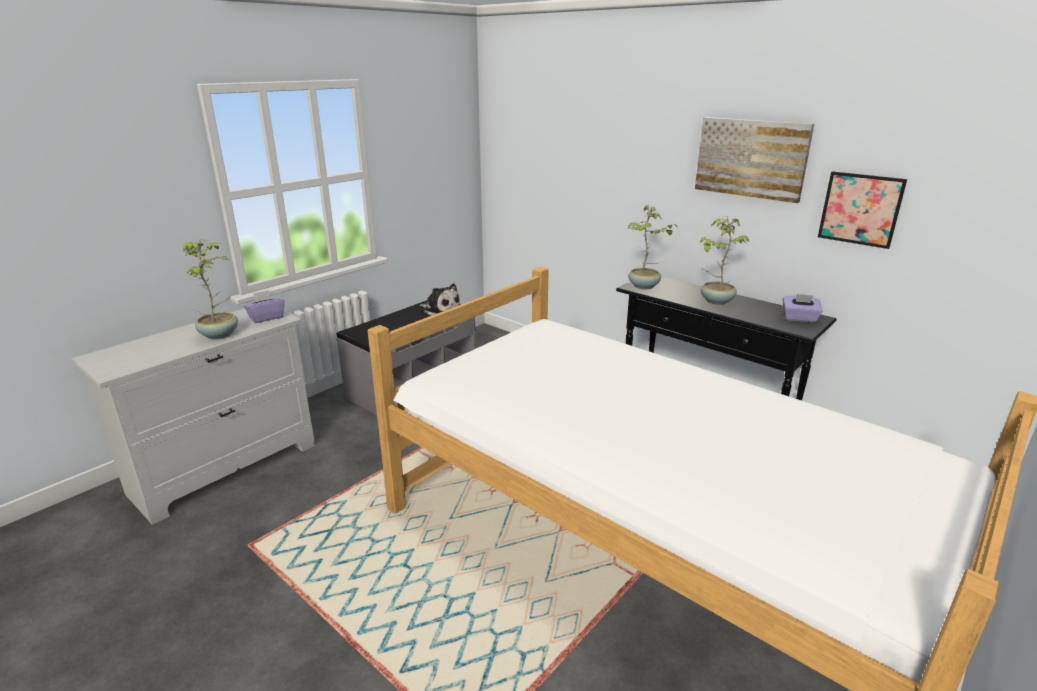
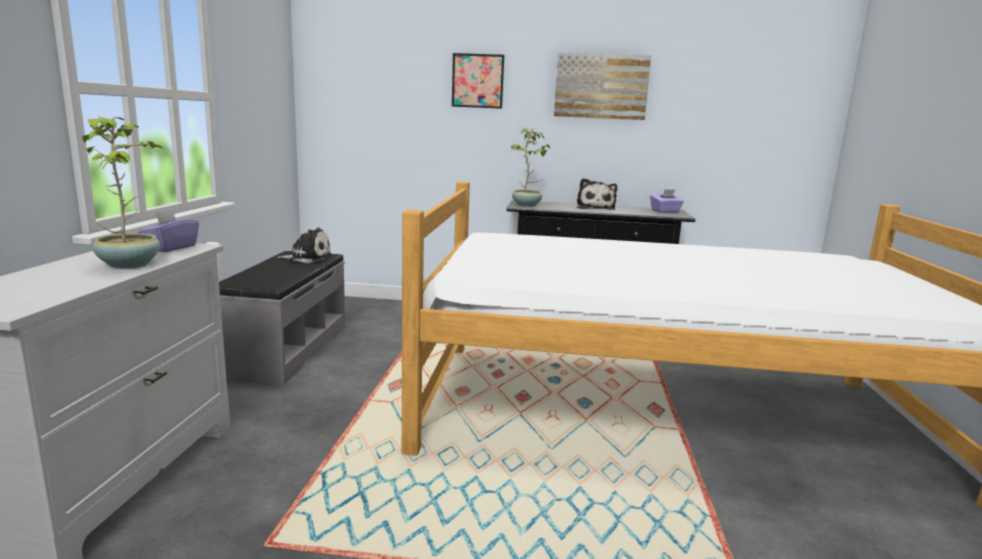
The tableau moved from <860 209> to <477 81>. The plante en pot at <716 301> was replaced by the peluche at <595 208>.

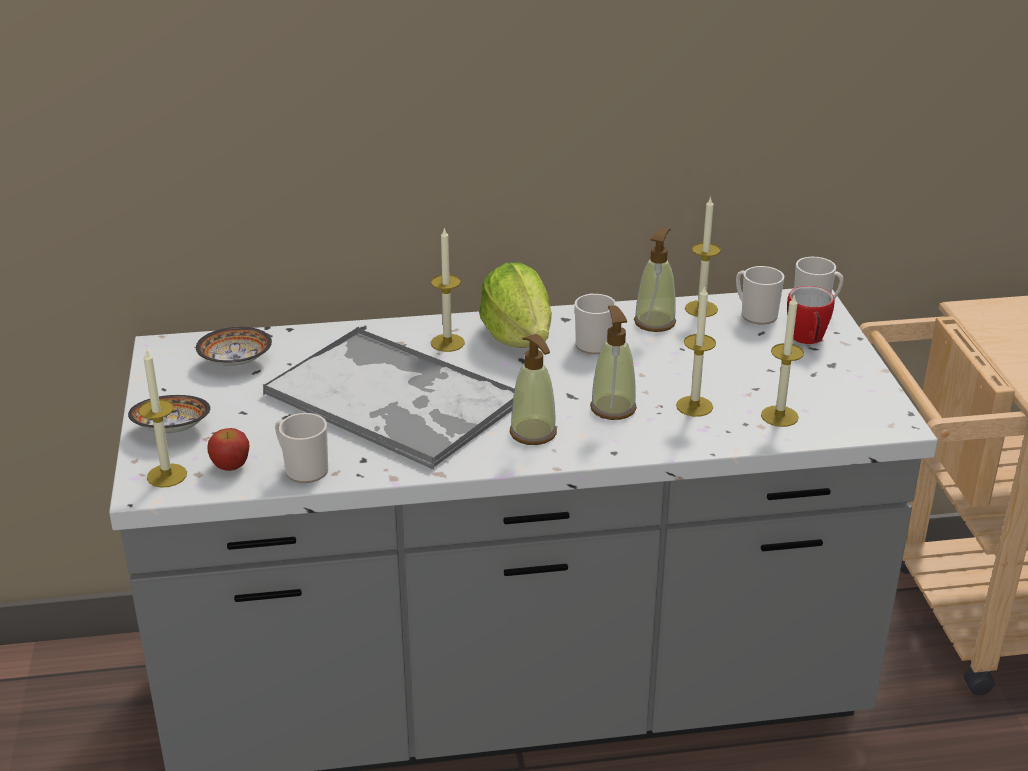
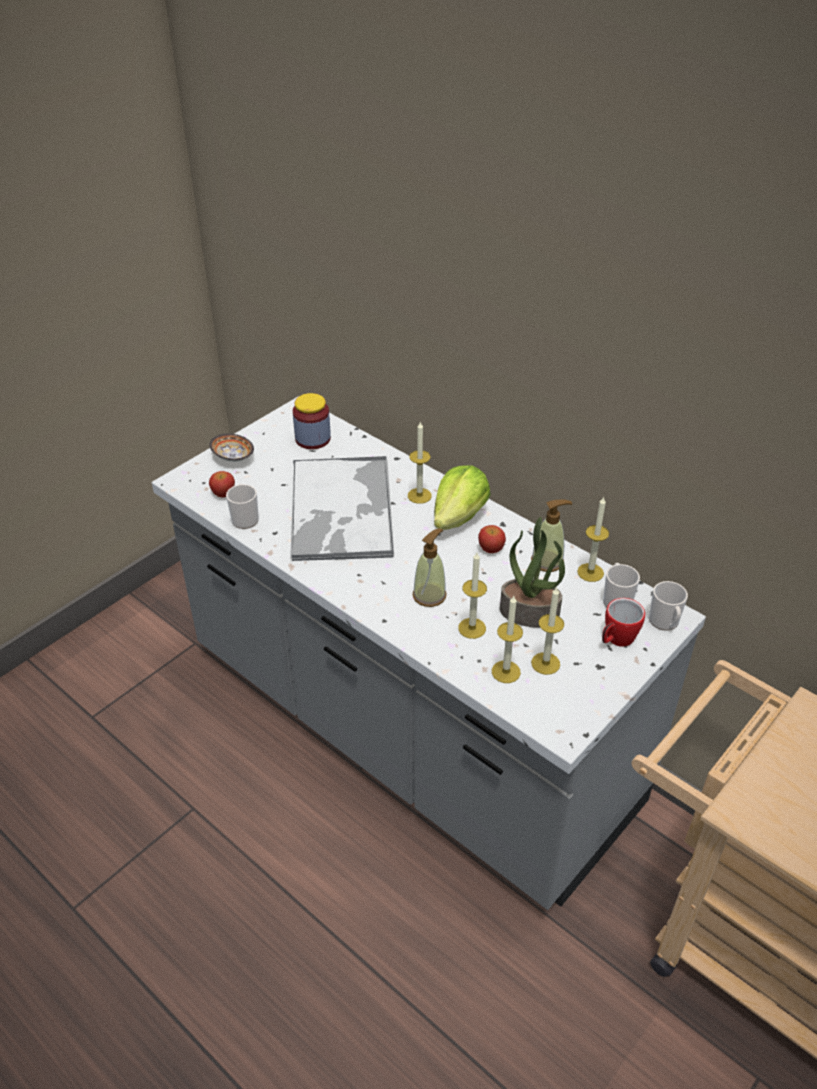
The mug at <593 342> was replaced by the pomme at <490 549>. The bol at <236 362> was replaced by the bocal at <313 439>. The distributeur de savon at <533 433> disappeared. The bougie moved from <167 475> to <545 663>. The plante en pot at <530 612> appeared.

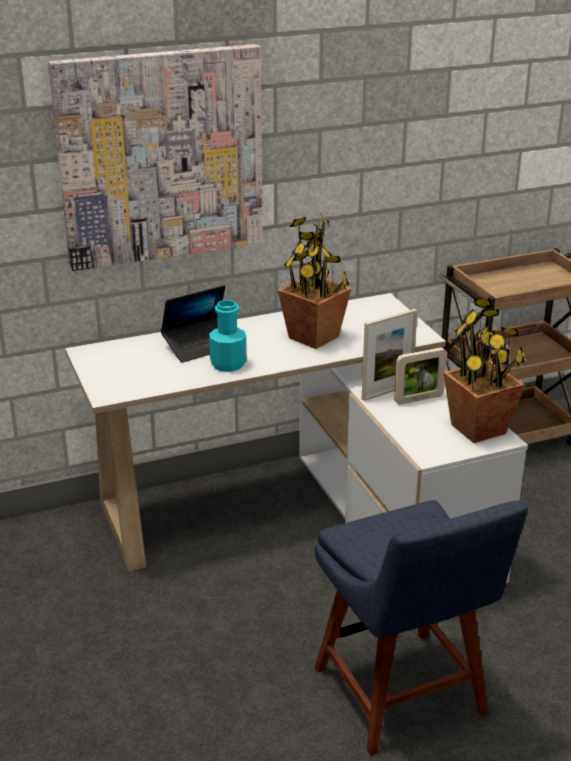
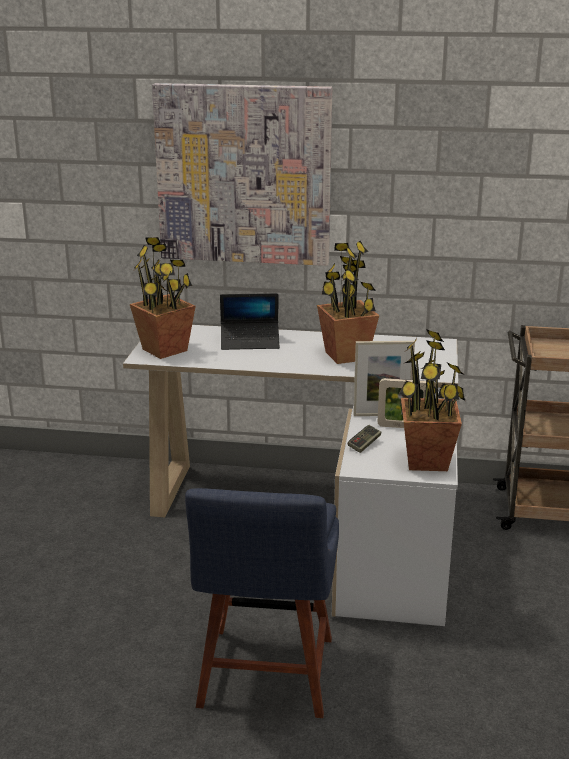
The bouteille [turquoise] at <228 364> disappeared. The plante en pot at <165 350> appeared. The manette at <364 444> appeared.

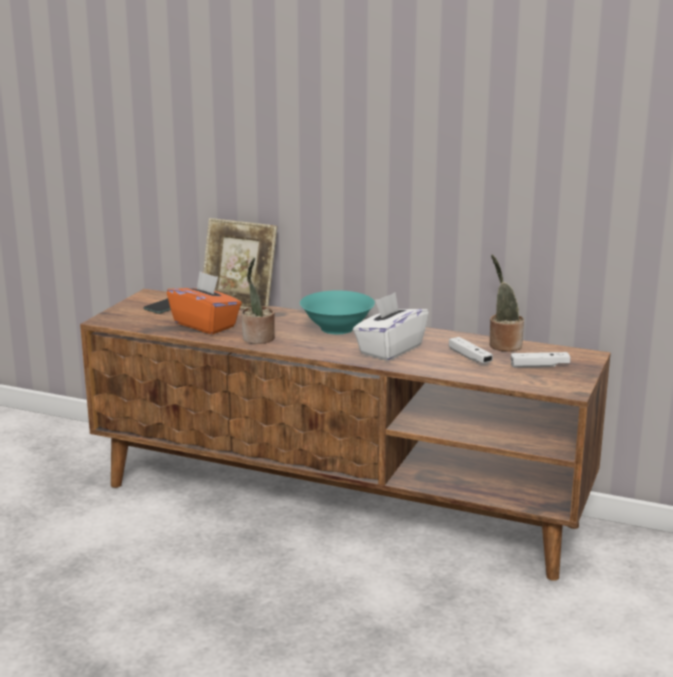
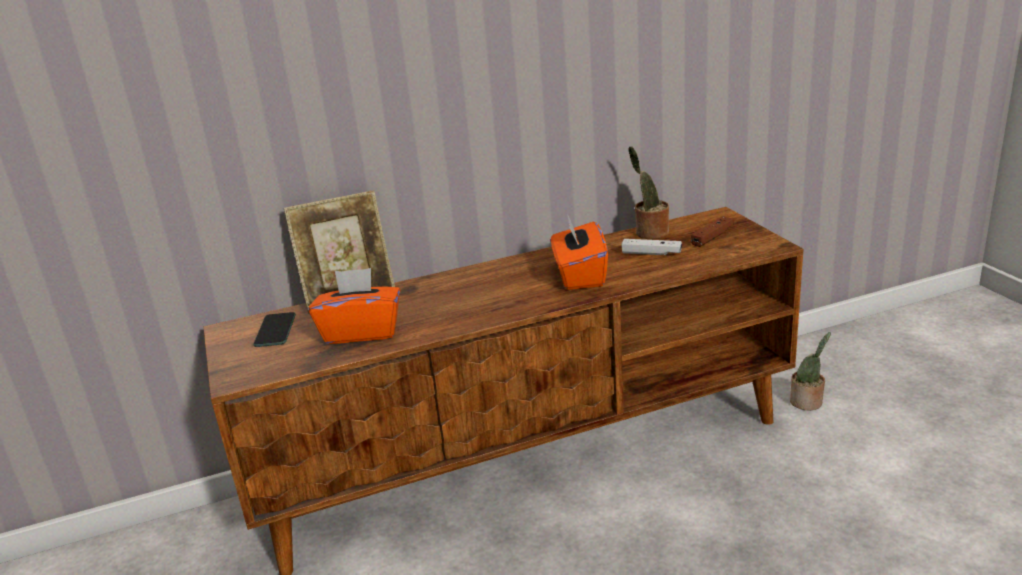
The plante en pot moved from <258 339> to <808 403>. The bol [turquoise] at <336 328> disappeared. The boîte à mouchoirs [blanc] at <390 349> became the boîte à mouchoirs [orange] at <579 276>. The manette [blanc] at <539 366> became the manette [marron] at <712 237>.

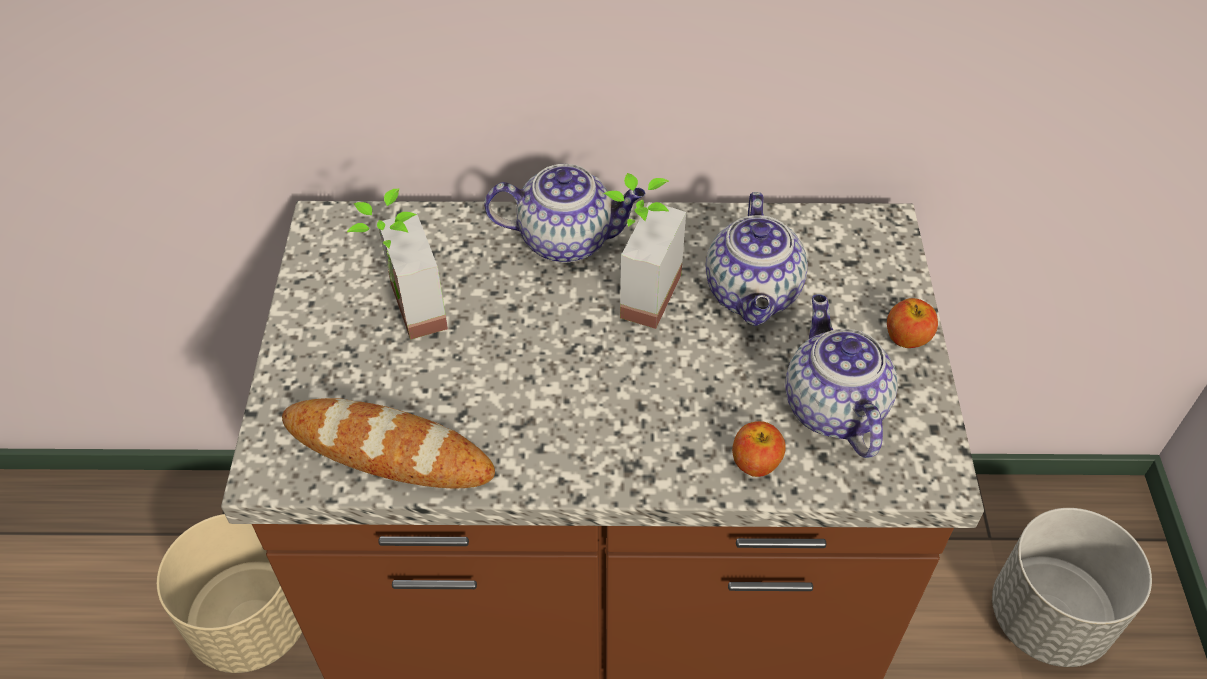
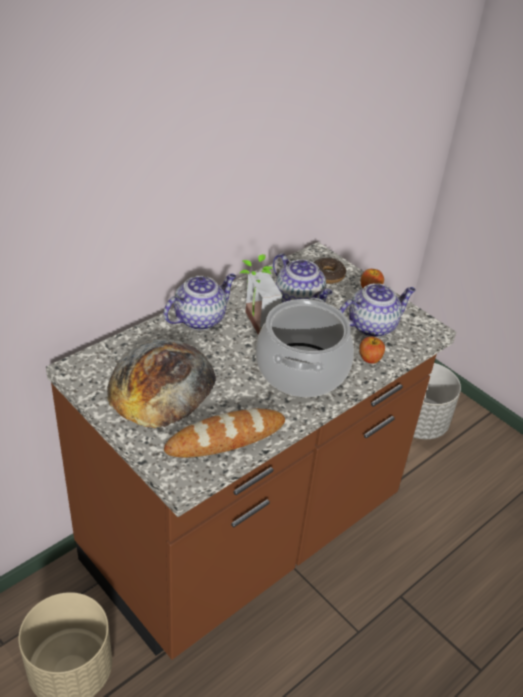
The plante en pot at <403 311> was replaced by the pain at <162 383>. The théière at <831 407> turned 120 degrees clockwise. The beignet at <327 275> appeared. The marmite at <301 370> appeared.

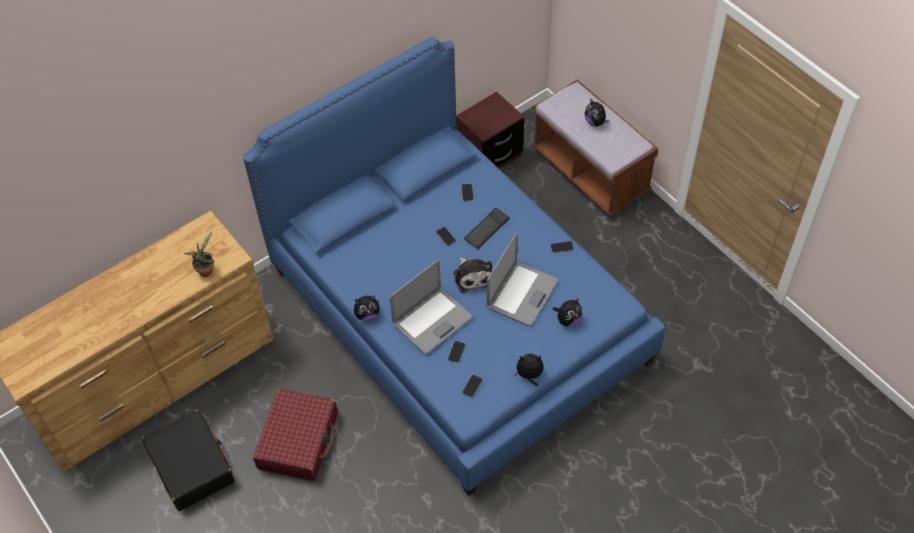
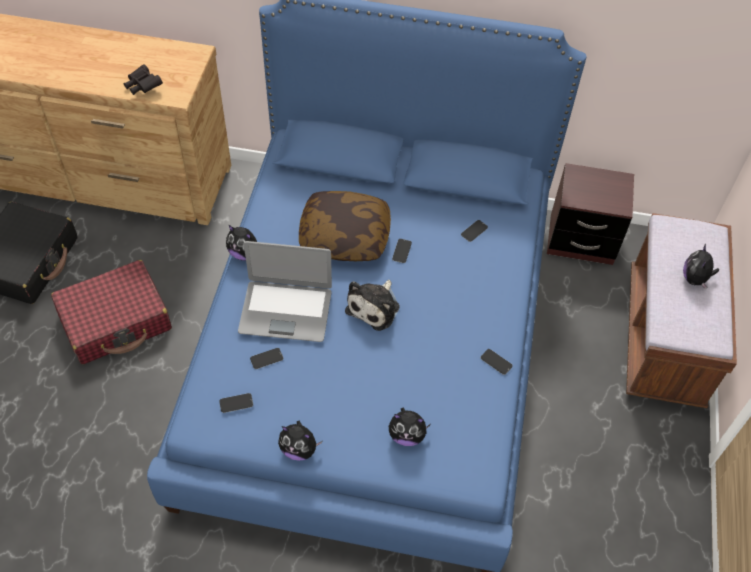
The clavier at <487 229> disappeared. The plante en pot at <206 270> was replaced by the jumelles [noir] at <143 86>. The ordinateur portable at <521 294> disappeared. The peluche at <529 375> turned 150 degrees clockwise. The coussin at <345 236> appeared.

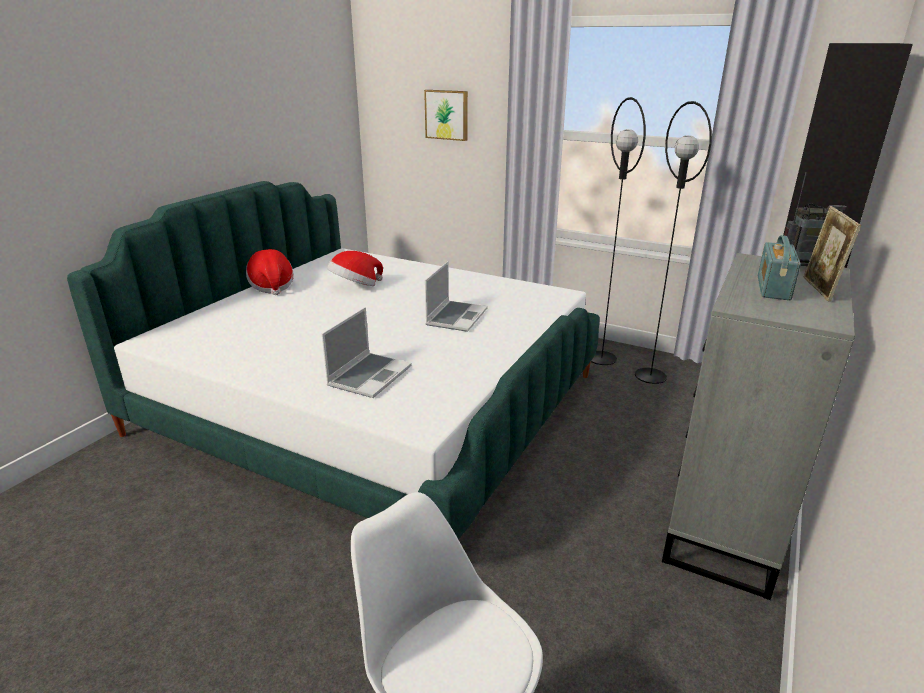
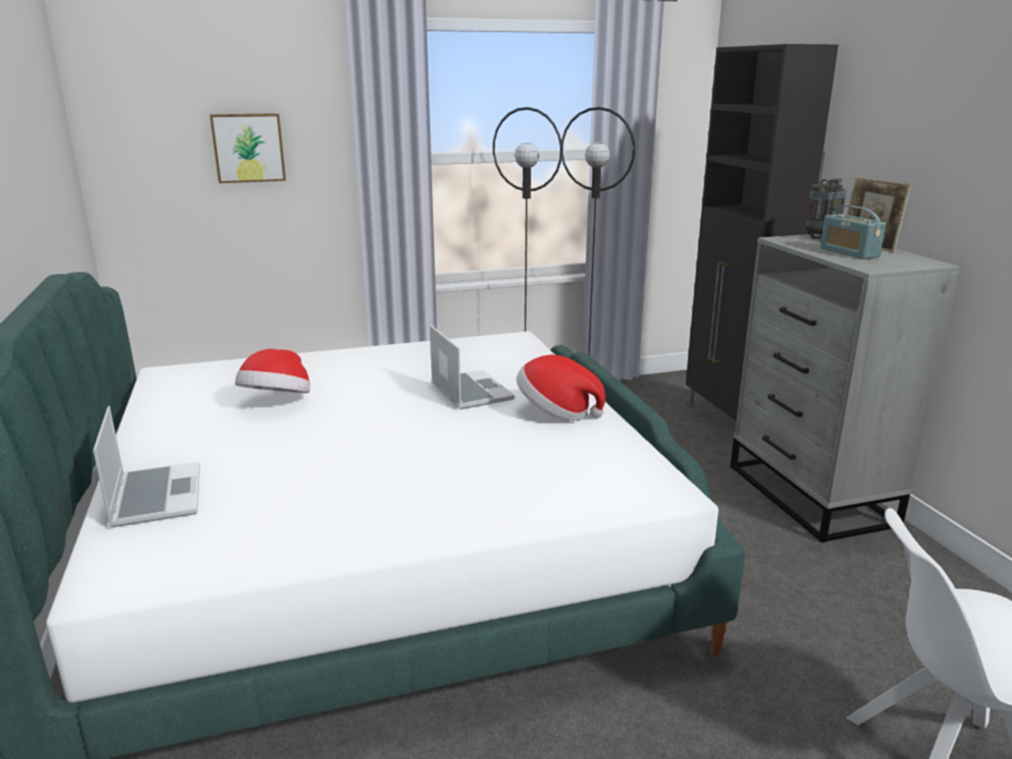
The chapeau moved from <272 286> to <556 412>. The ordinateur portable moved from <369 376> to <155 496>.

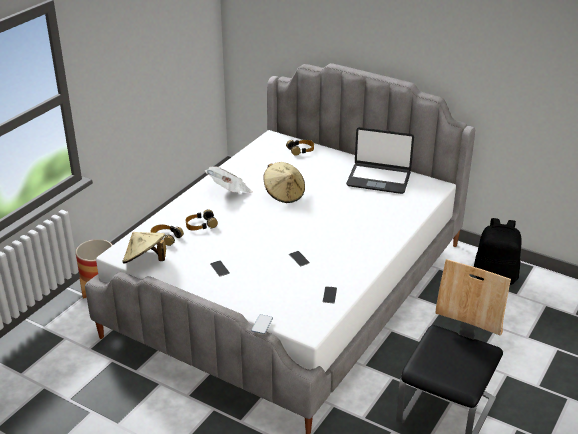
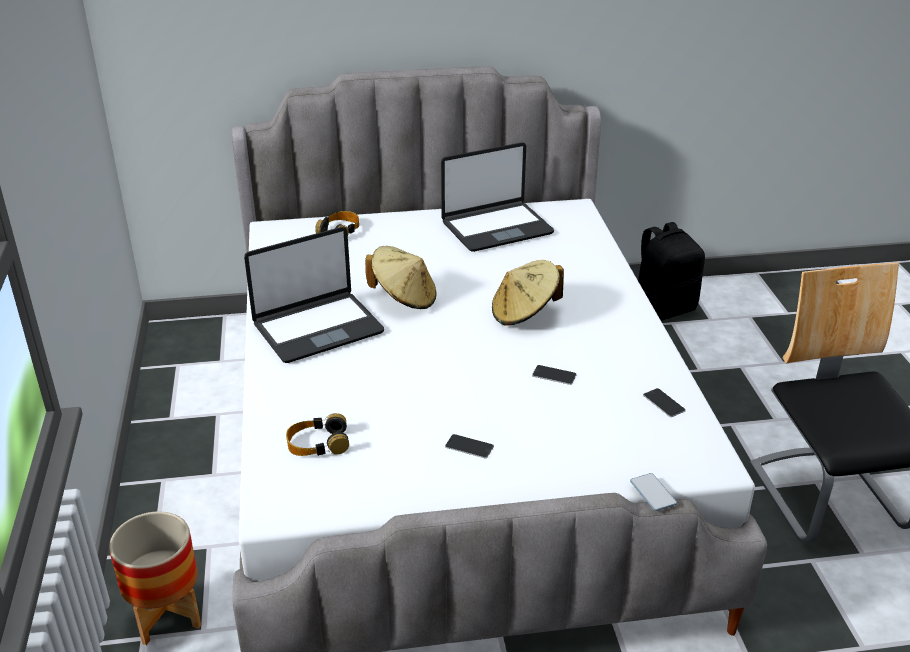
The journal at <229 191> was replaced by the ordinateur portable at <317 328>. The casque audio at <201 225> disappeared. The chapeau [beige] moved from <145 261> to <524 313>.

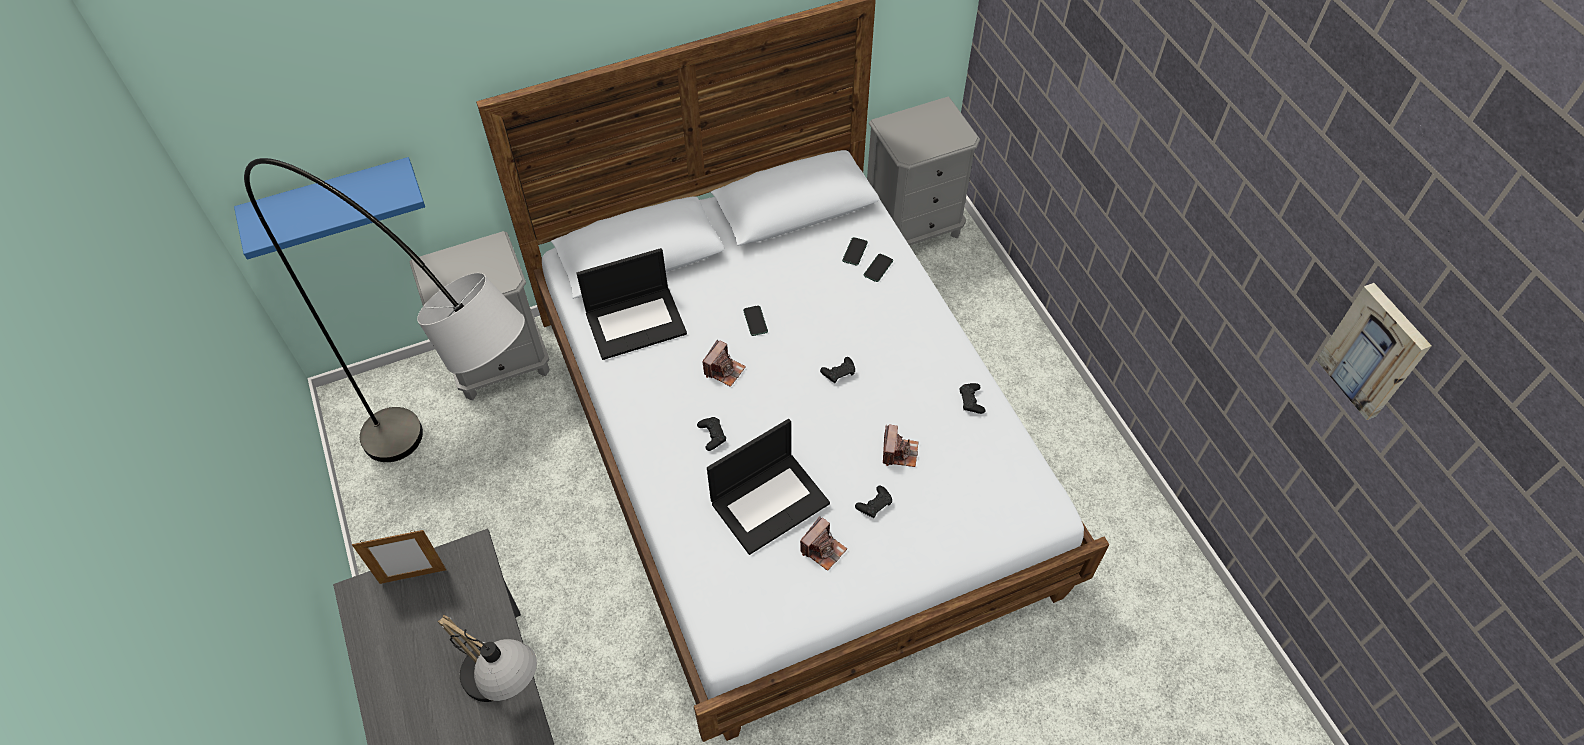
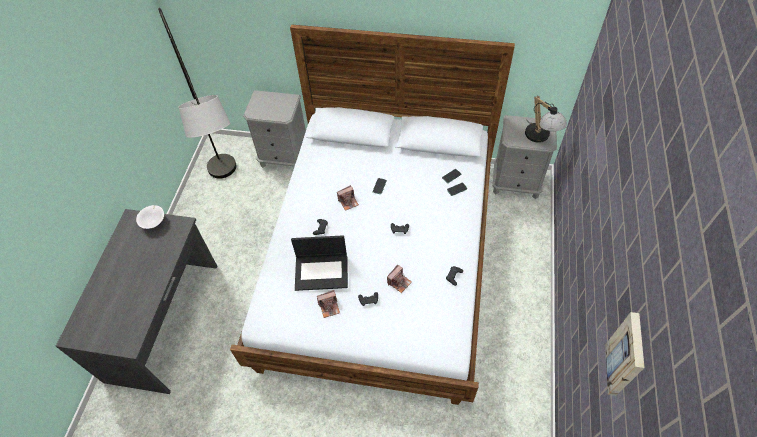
The étagère [bleu] at <332 202> disappeared. The ordinateur portable at <636 322> disappeared. The cadre photo at <413 576> was replaced by the bol [blanc] at <154 222>. The lampe de table moved from <503 682> to <540 138>.

